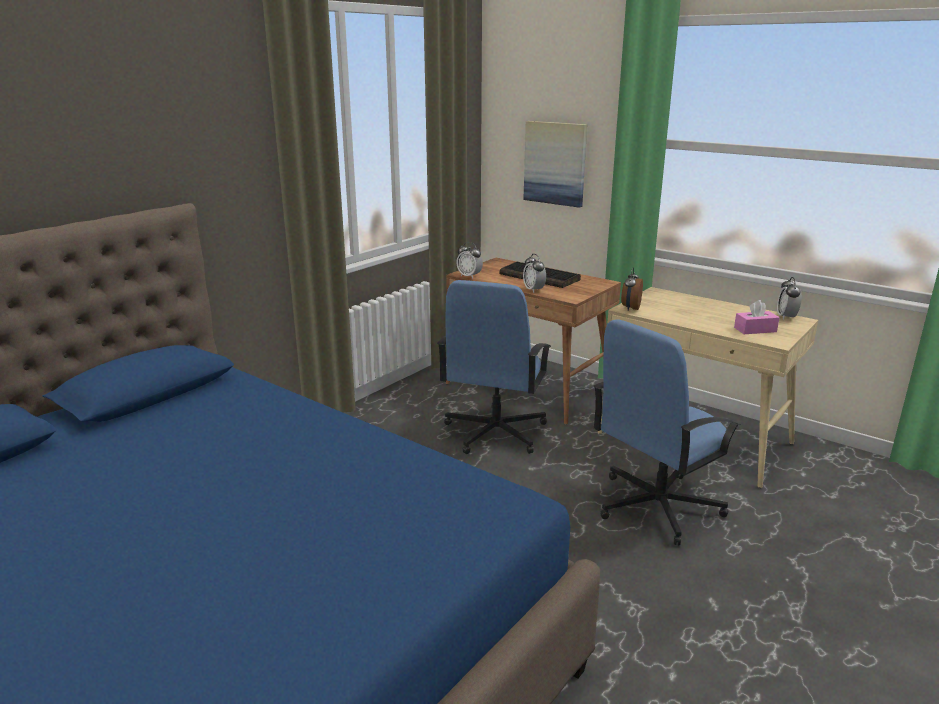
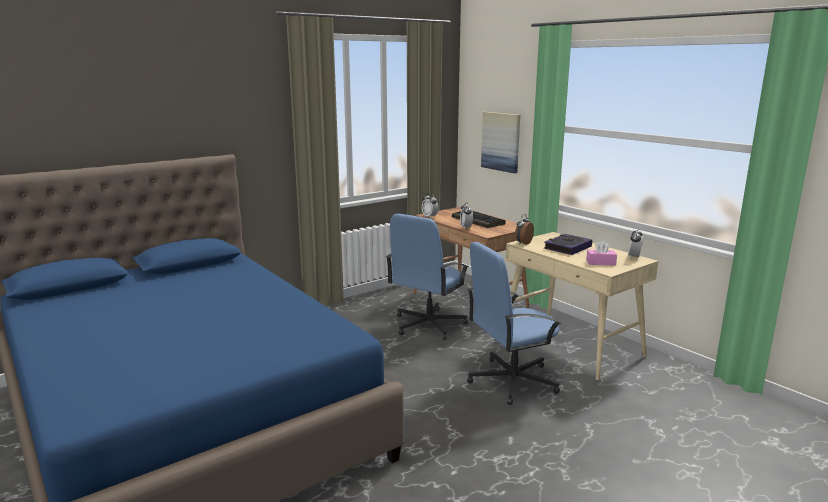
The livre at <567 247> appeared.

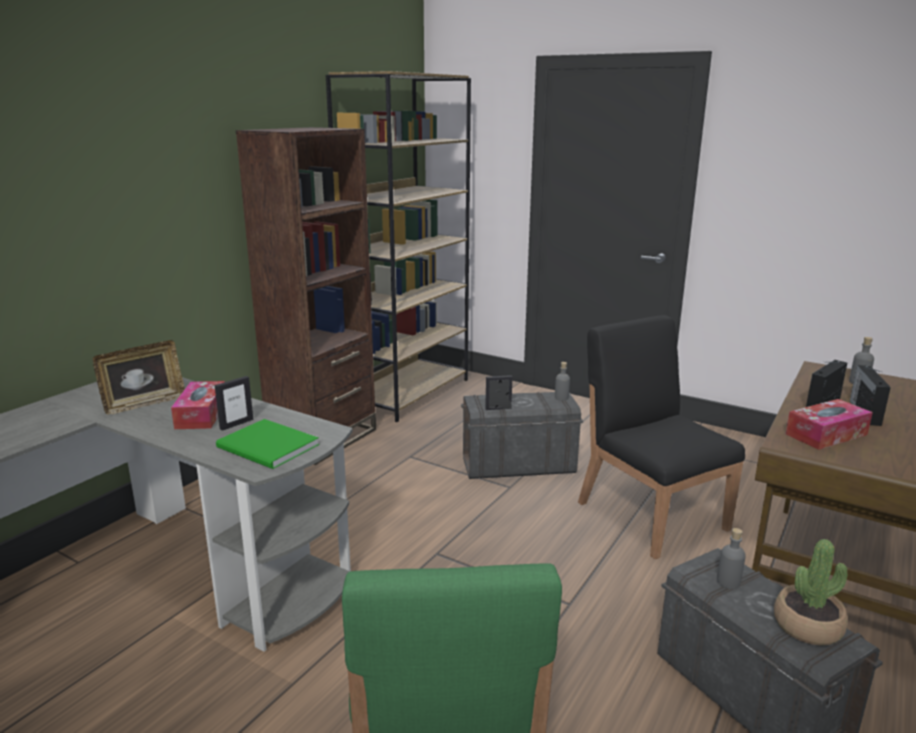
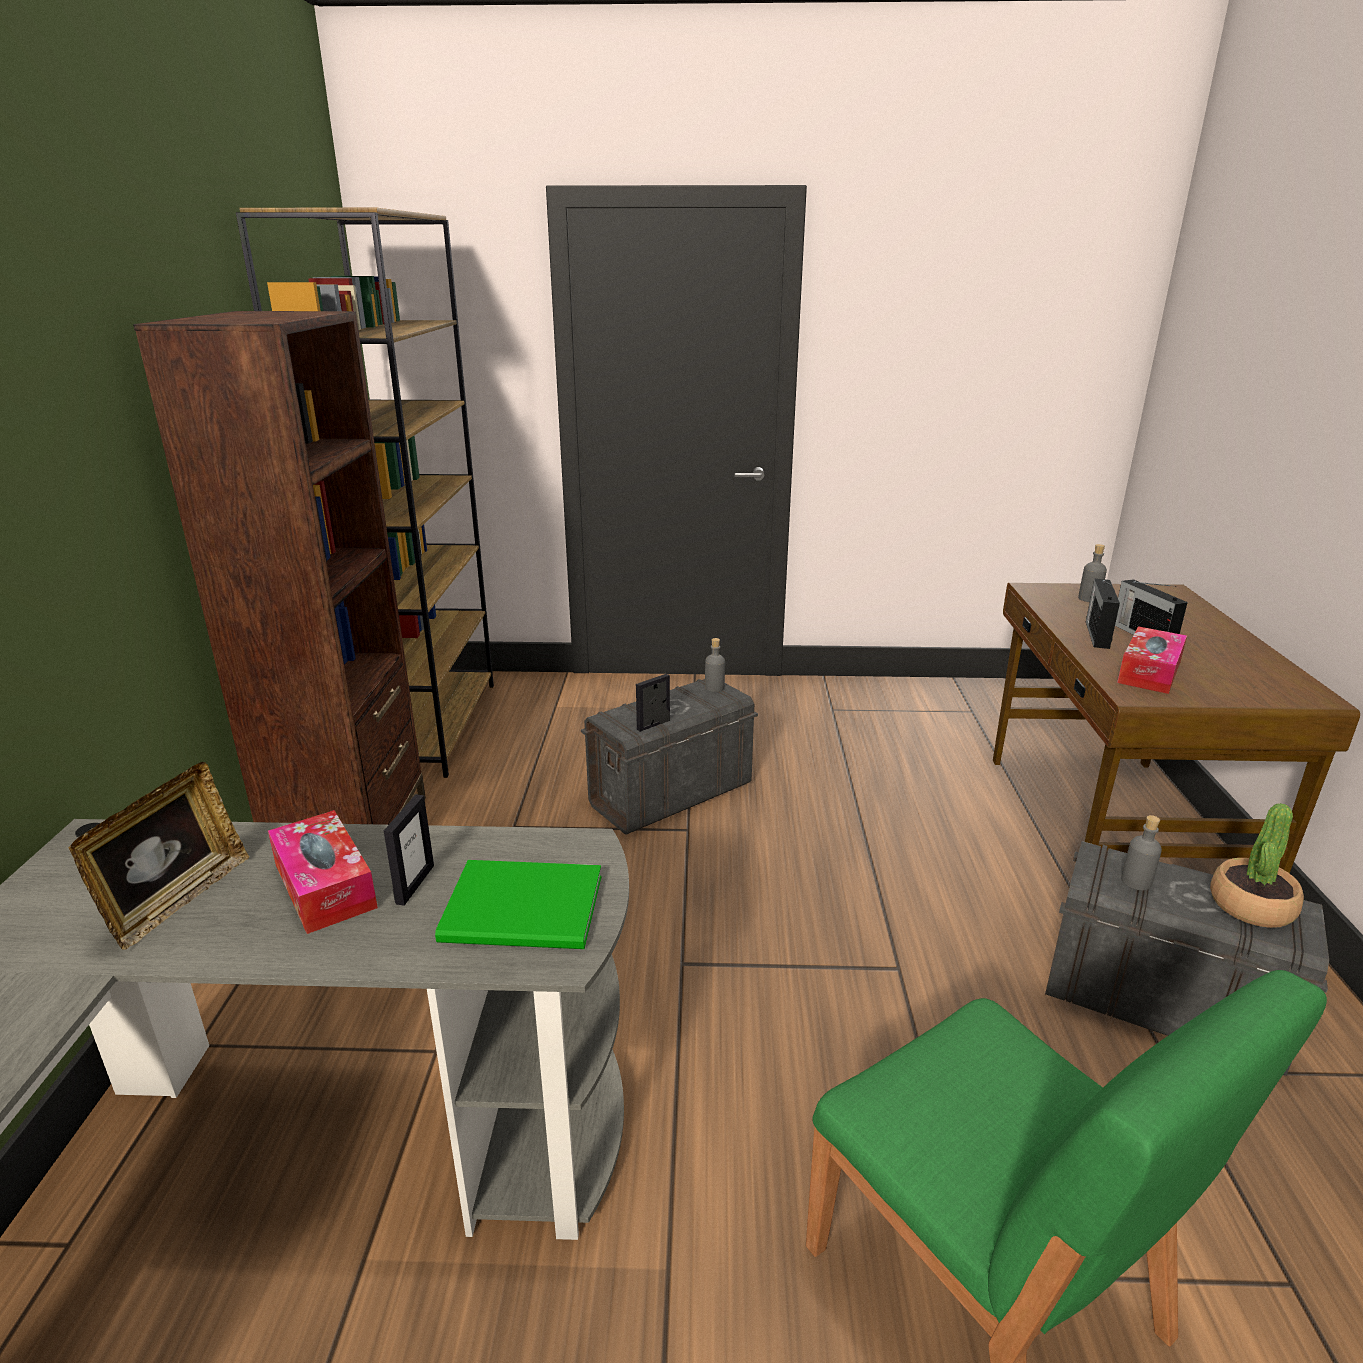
The chaise [noir] at <651 514> disappeared.

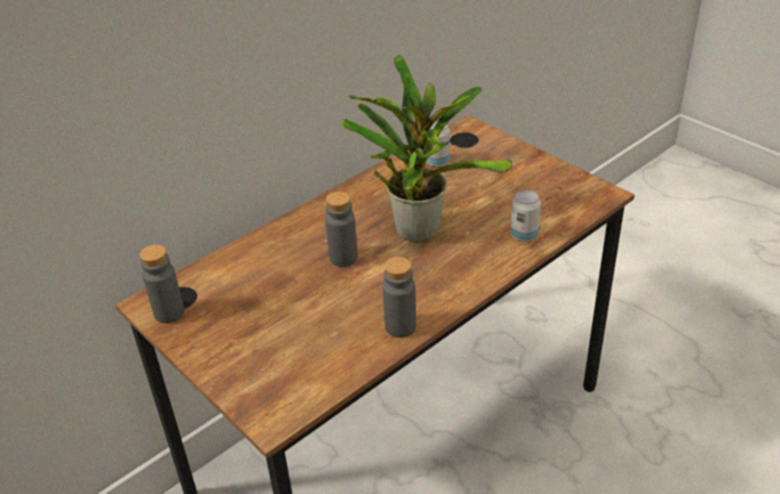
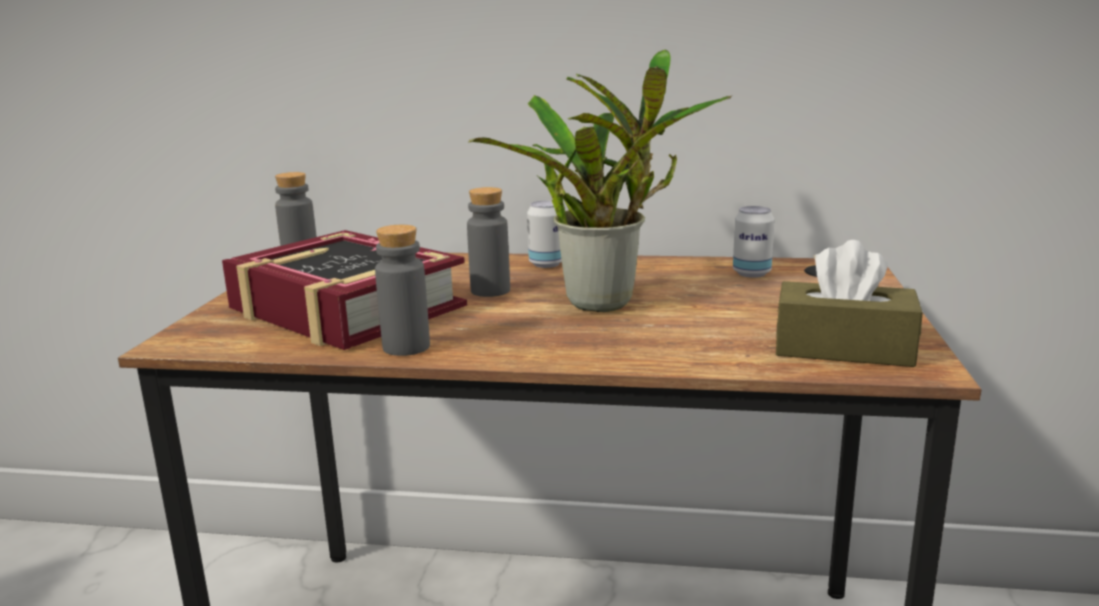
The boîte métallique moved from <524 235> to <546 264>. The livre at <345 308> appeared. The boîte à mouchoirs [marron] at <843 348> appeared.

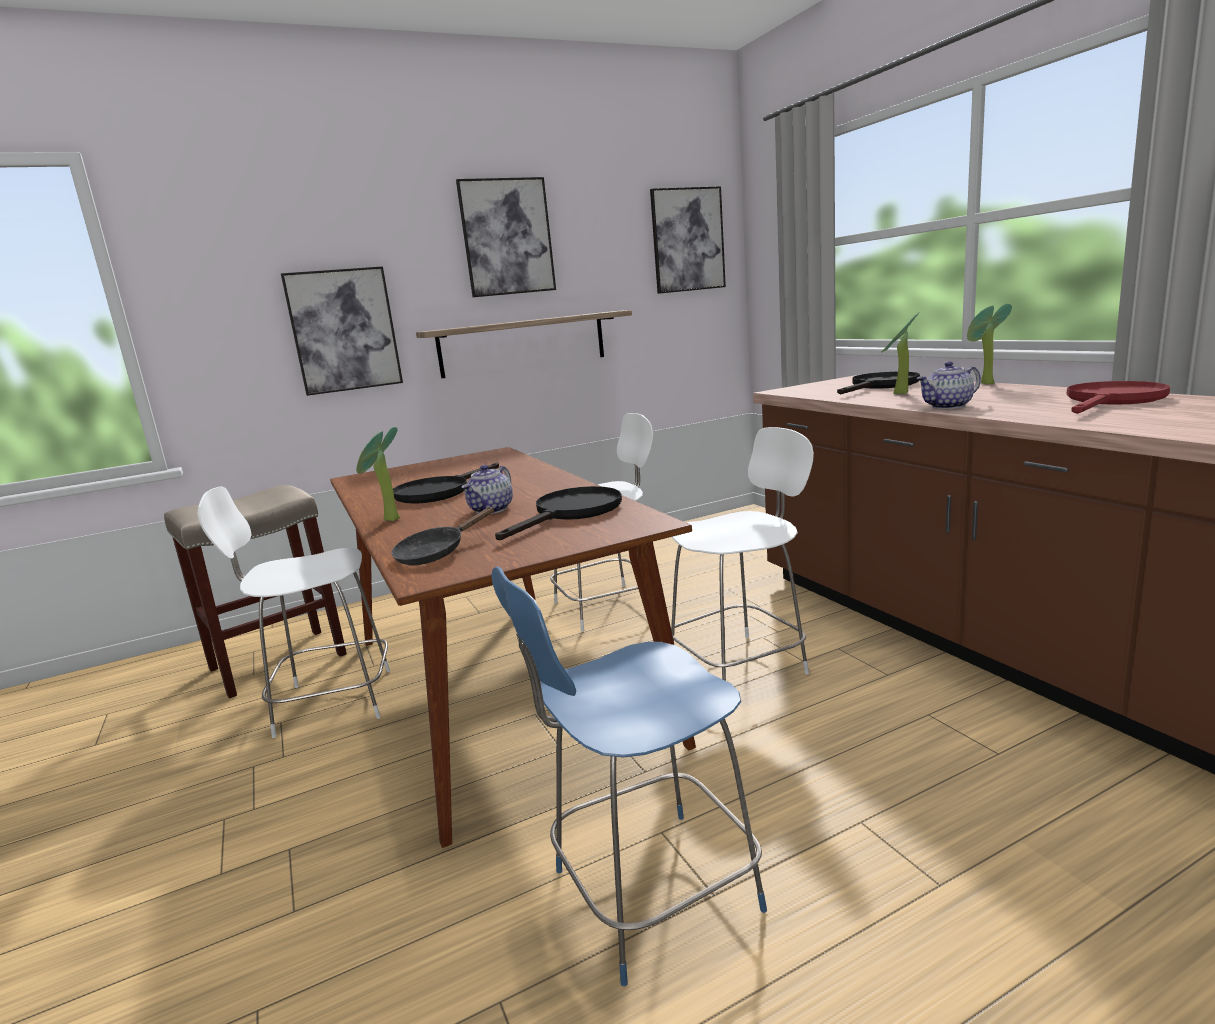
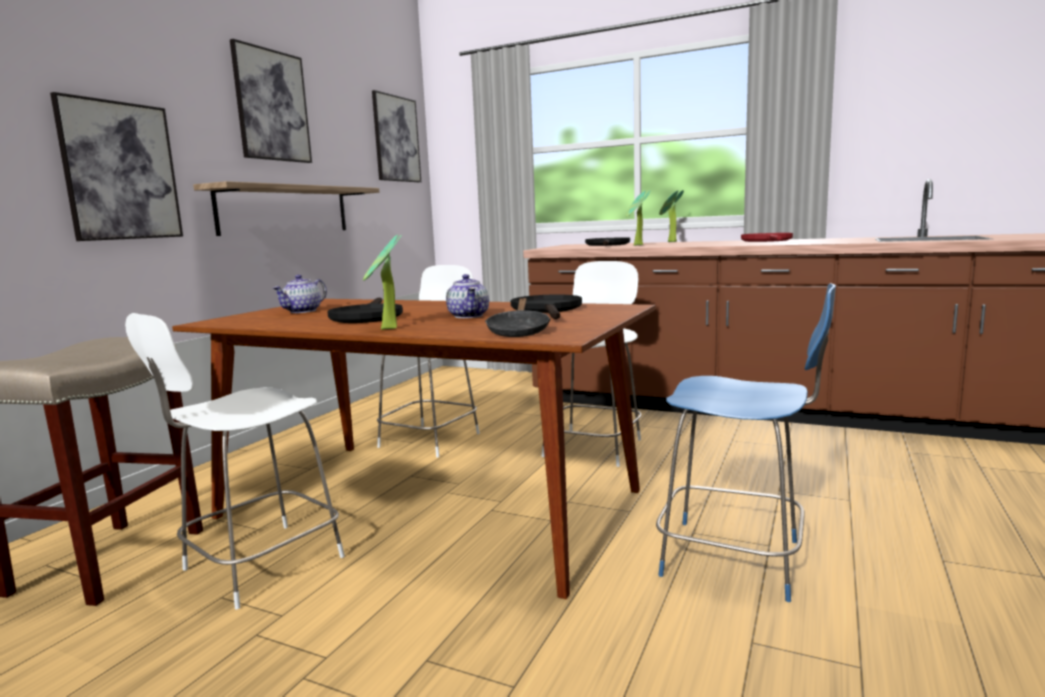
The théière moved from <948 406> to <302 311>. The chaise [bleu] at <648 893> turned 90 degrees counterclockwise.

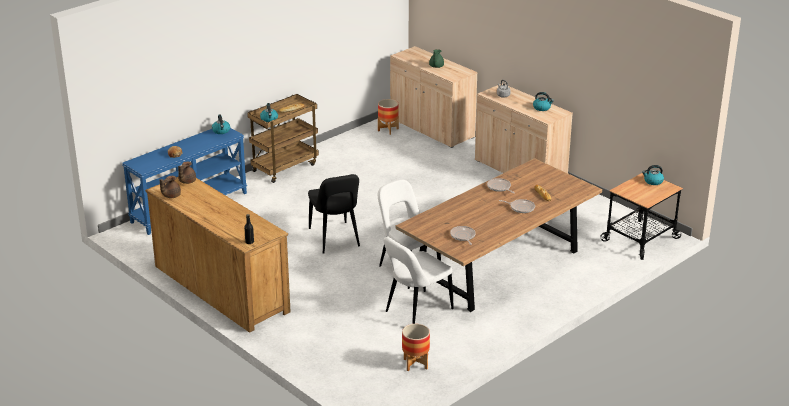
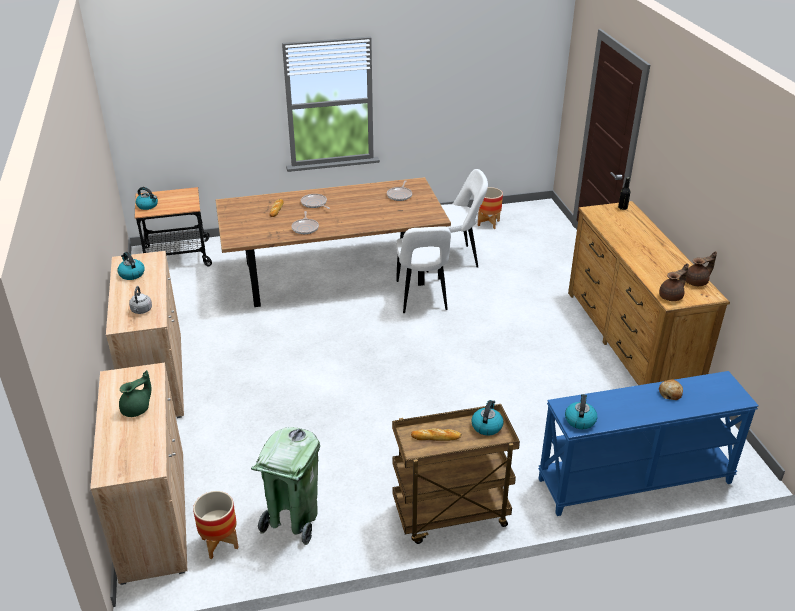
The chaise [noir] at <335 239> disappeared. The poubelle [vert] at <293 520> appeared.

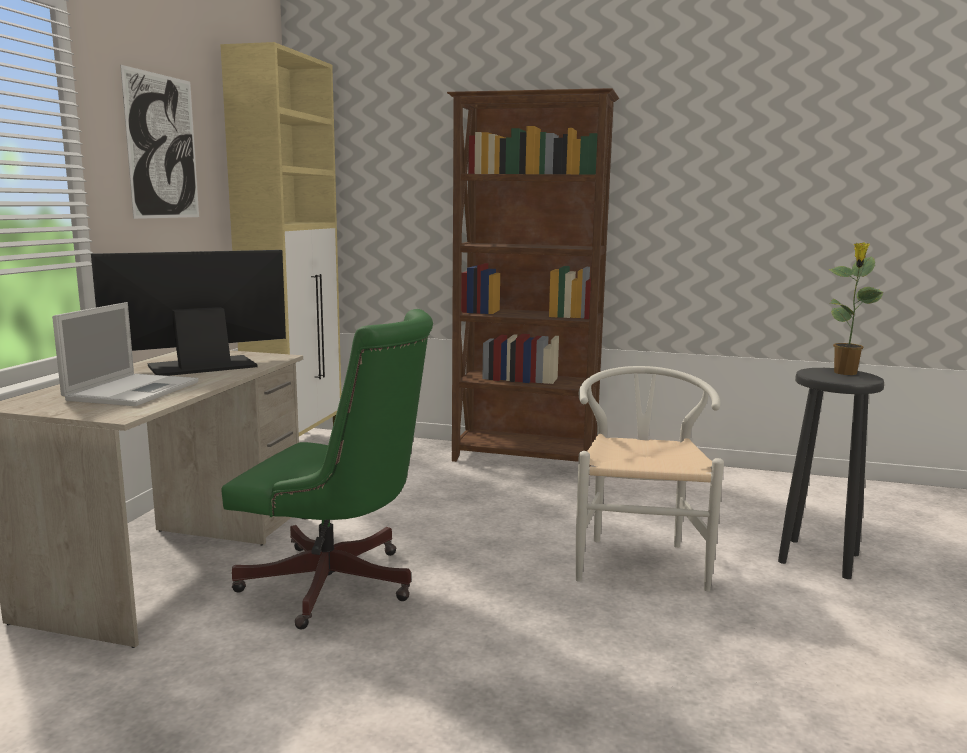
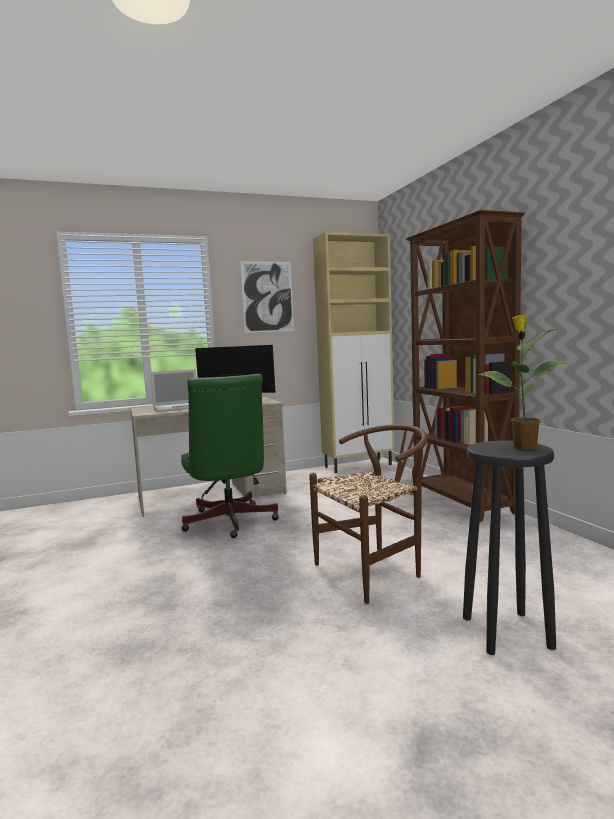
The chaise [blanc] at <639 559> became the chaise [marron] at <375 571>.

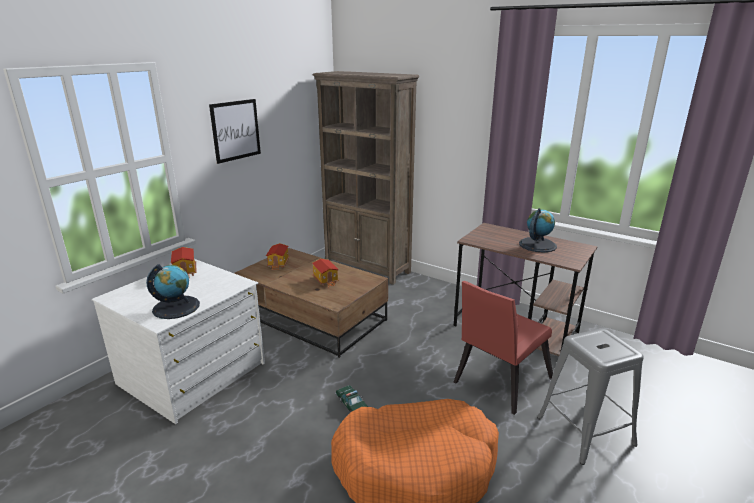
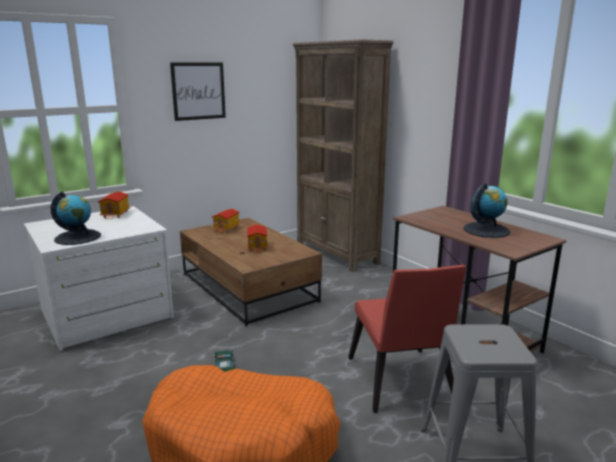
The chaise [rouge] at <498 382> turned 75 degrees counterclockwise.

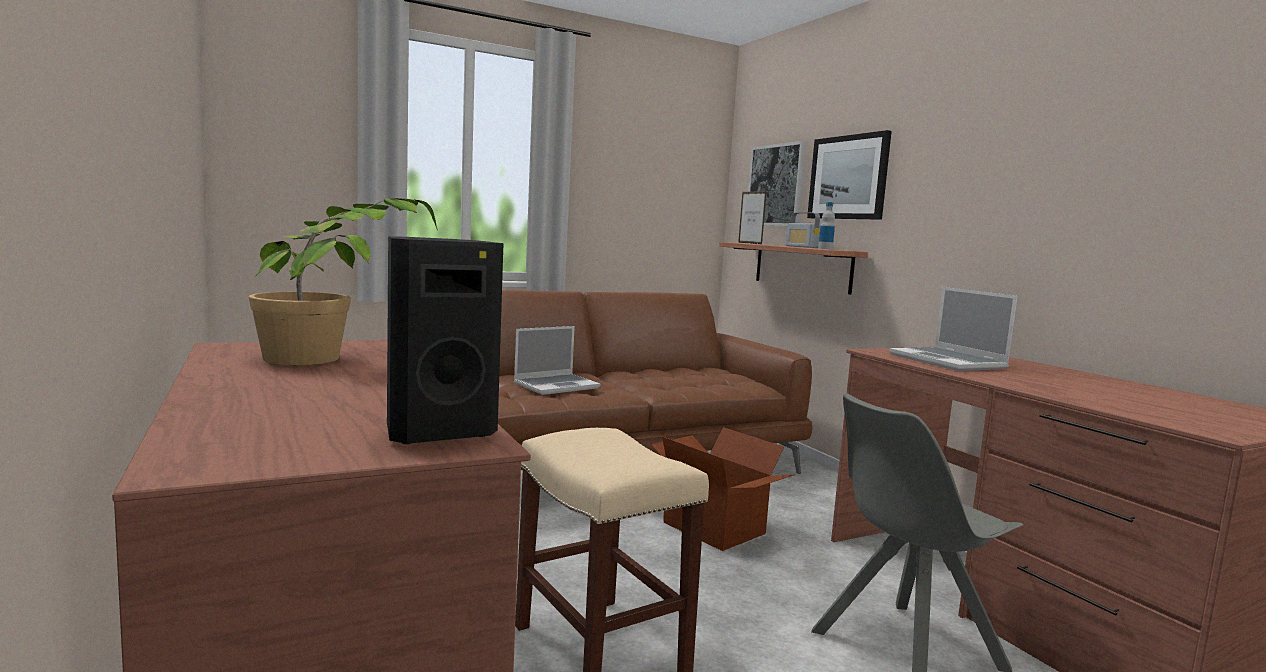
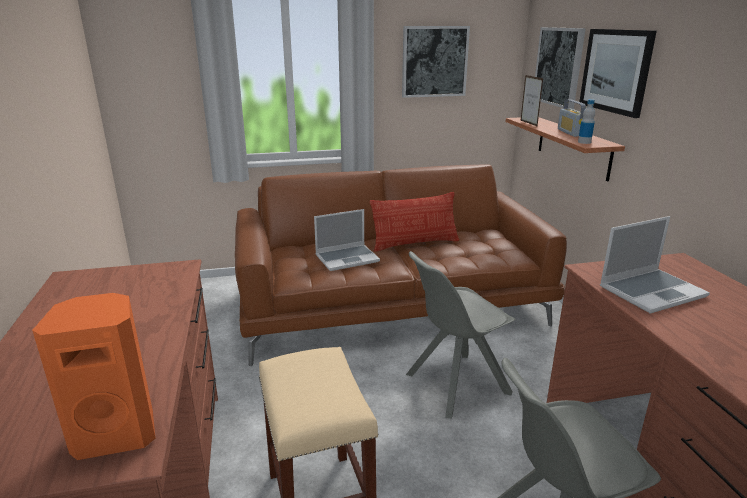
The plante en pot at <341 356> disappeared. The enceinte [noir] at <438 432> became the enceinte [orange] at <117 433>. The ordinateur portable at <948 362> turned 105 degrees counterclockwise. The carton at <715 527> was replaced by the chaise [gris] at <454 384>. The tableau at <434 61> appeared. The coussin at <415 243> appeared.

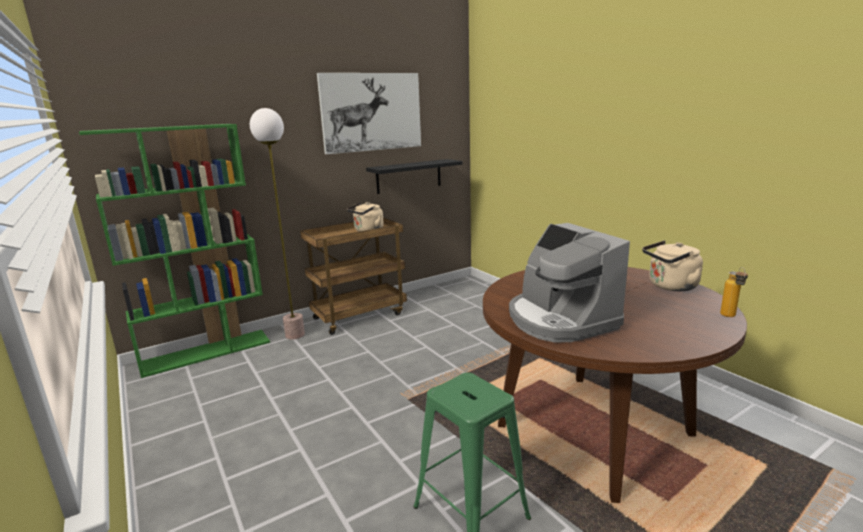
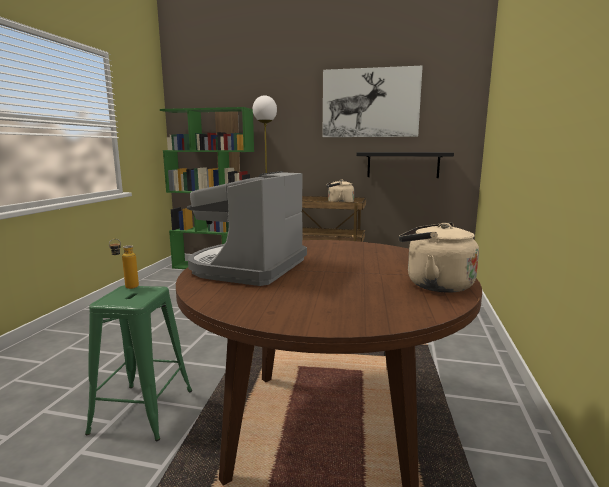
The bouteille moved from <730 317> to <126 288>.

